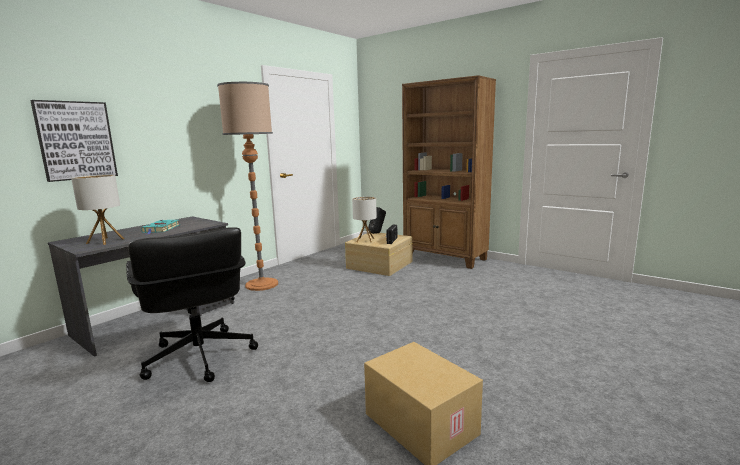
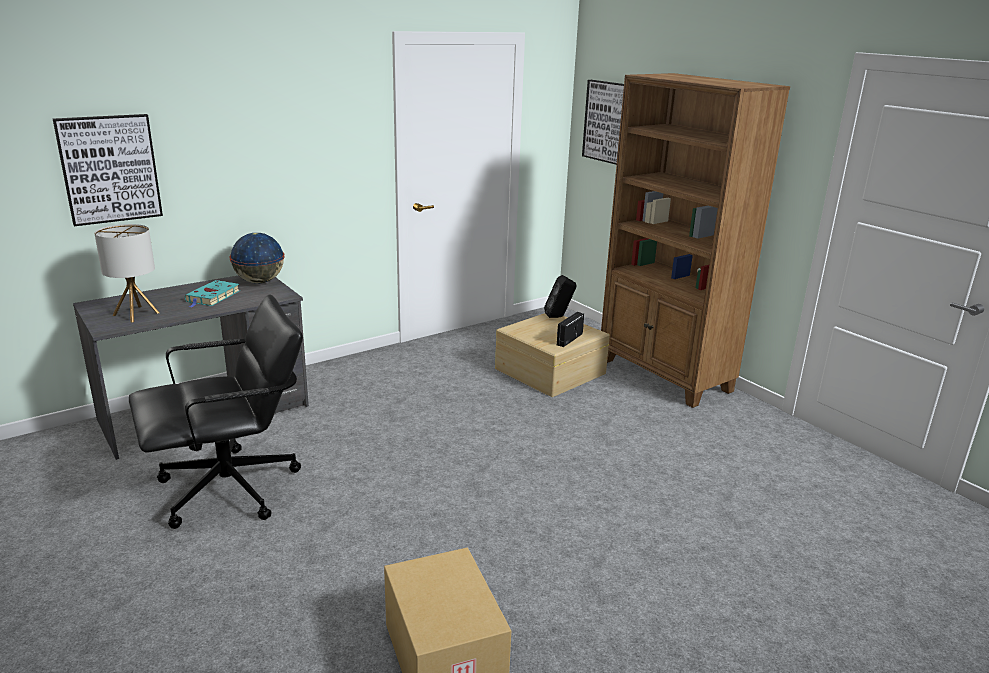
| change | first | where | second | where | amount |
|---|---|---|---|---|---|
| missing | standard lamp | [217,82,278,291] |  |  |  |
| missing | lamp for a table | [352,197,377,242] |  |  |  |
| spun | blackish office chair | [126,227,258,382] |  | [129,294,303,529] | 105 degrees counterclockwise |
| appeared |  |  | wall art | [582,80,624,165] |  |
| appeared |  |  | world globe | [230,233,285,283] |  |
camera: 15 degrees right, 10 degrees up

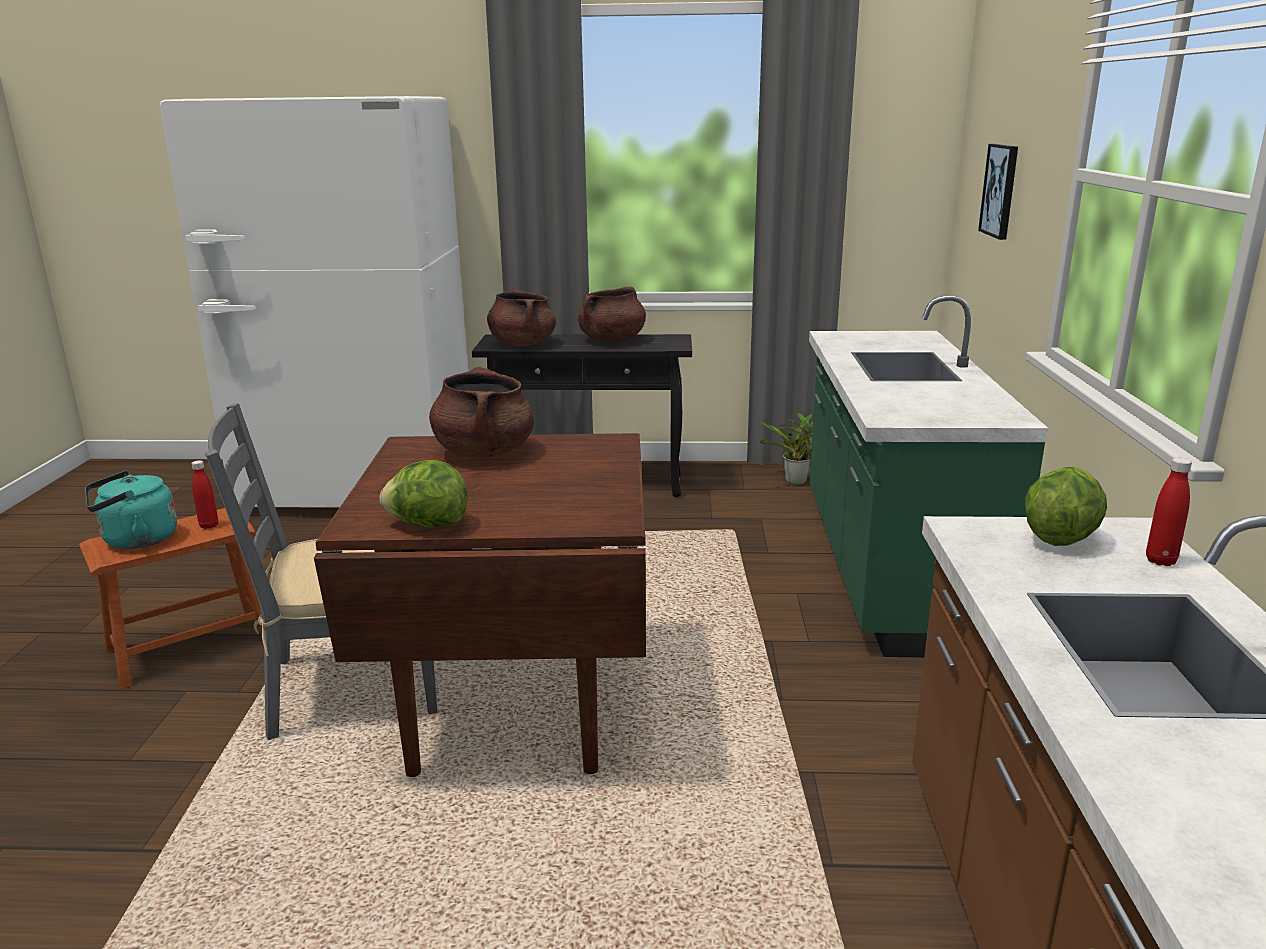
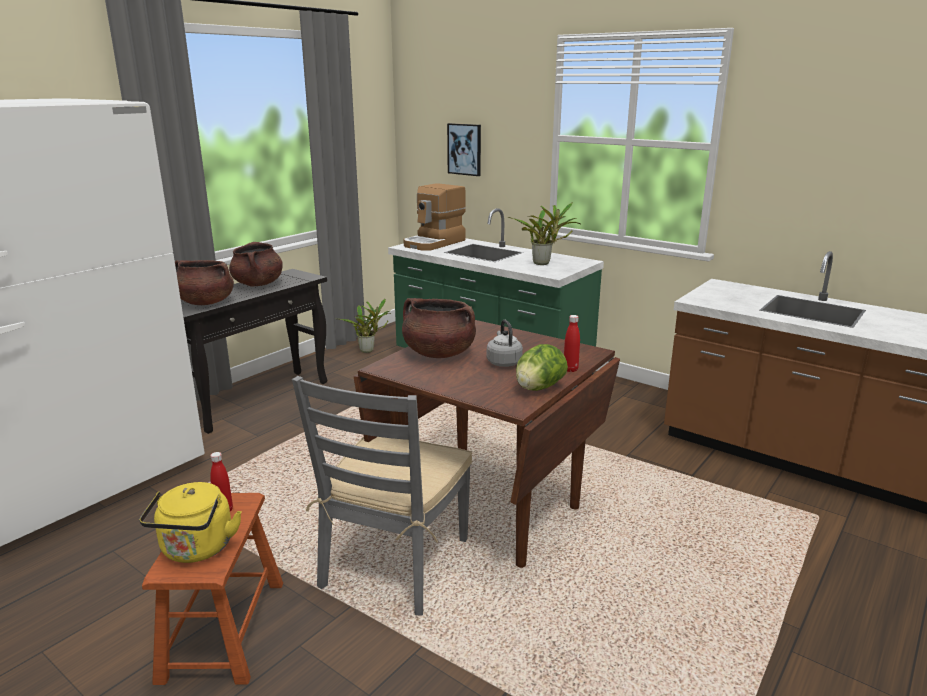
| change | first | where | second | where | amount |
|---|---|---|---|---|---|
| relocated | reddish drink bottle | [1146,458,1192,566] |  | [564,315,580,372] |  |
| missing | lettuce head | [1025,467,1107,546] |  |  |  |
| colour | turquoise water kettle | [85,471,177,549] | yellowish water kettle | [139,482,242,563] |  |
| appeared |  |  | coffee maker | [403,183,466,251] |  |
| appeared |  |  | plant in a pot | [508,202,581,265] |  |
| appeared |  |  | grey water kettle | [487,320,523,367] |  |
camera: 55 degrees left, 0 degrees up

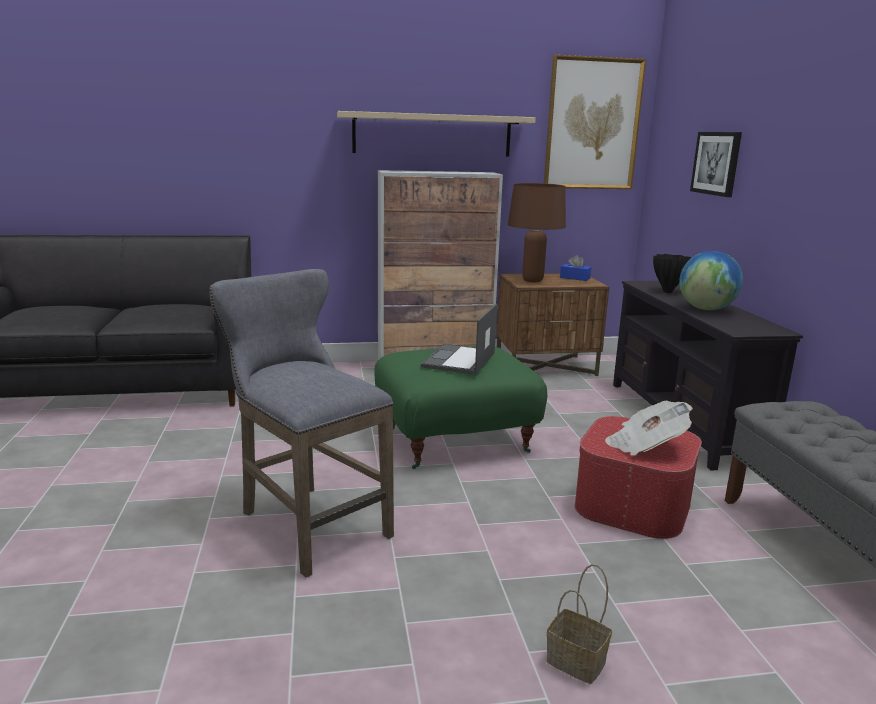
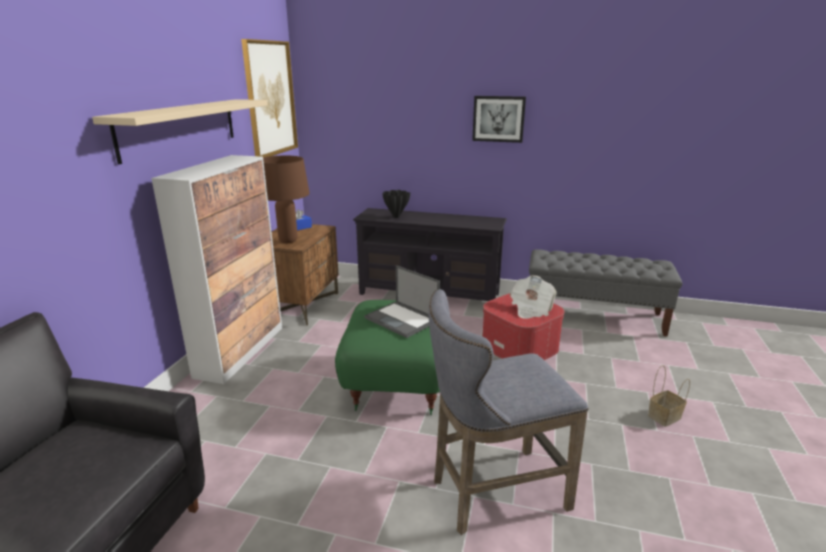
| change | first | where | second | where | amount |
|---|---|---|---|---|---|
| relocated | wall art | [690,132,742,197] |  | [472,96,526,143] |  |
| missing | world globe | [679,251,743,310] |  |  |  |
camera: 65 degrees left, 5 degrees up

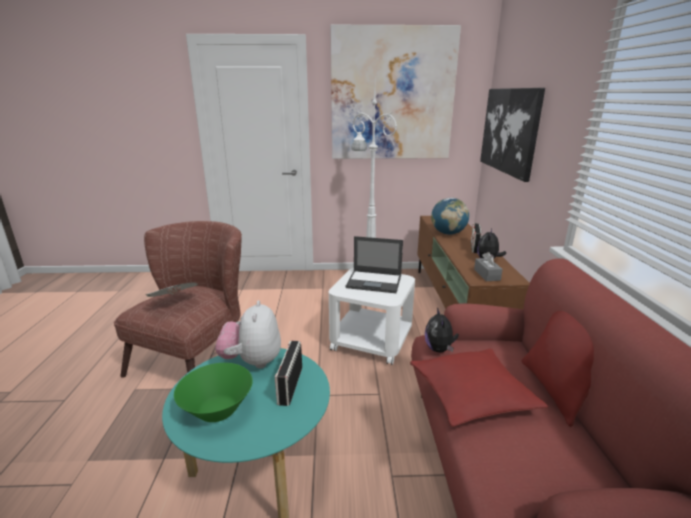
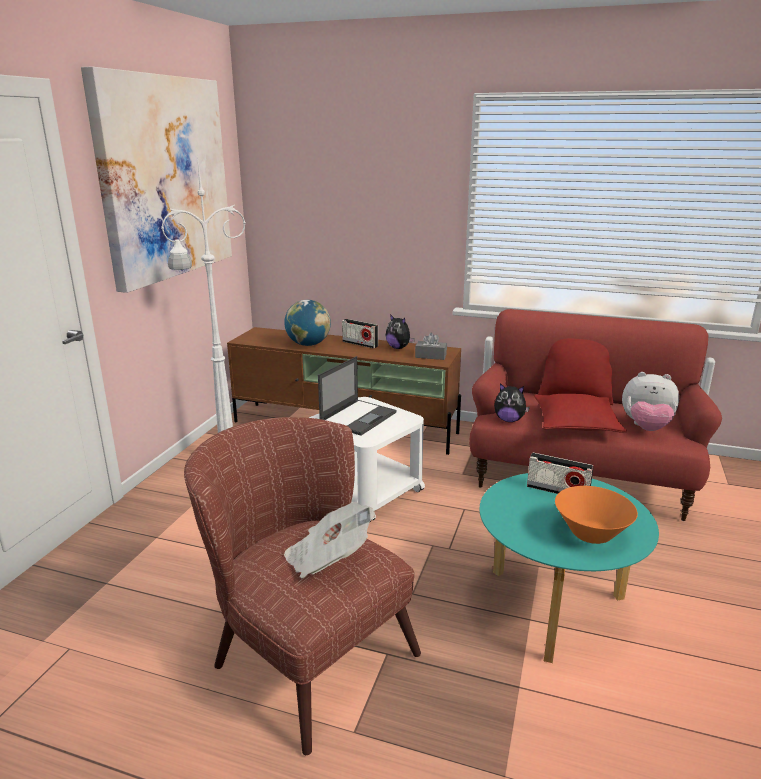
| change | first | where | second | where | amount |
|---|---|---|---|---|---|
| missing | wall art | [480,88,545,182] |  |  |  |
| relocated | cuddly toy | [215,300,281,369] |  | [622,372,679,431] |  |
| colour | greenish deep dish | [174,363,253,422] | orange-coloured deep dish | [555,486,638,544] |  |
camera: 70 degrees left, 0 degrees up

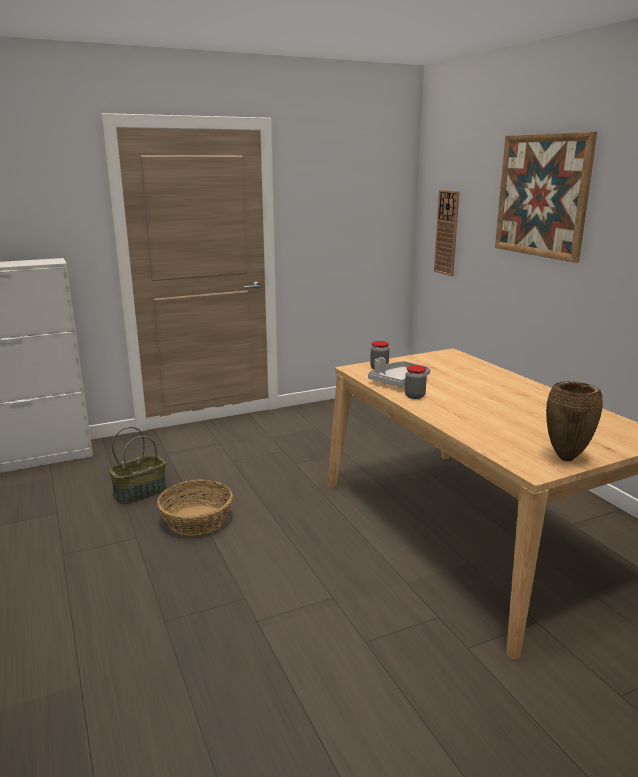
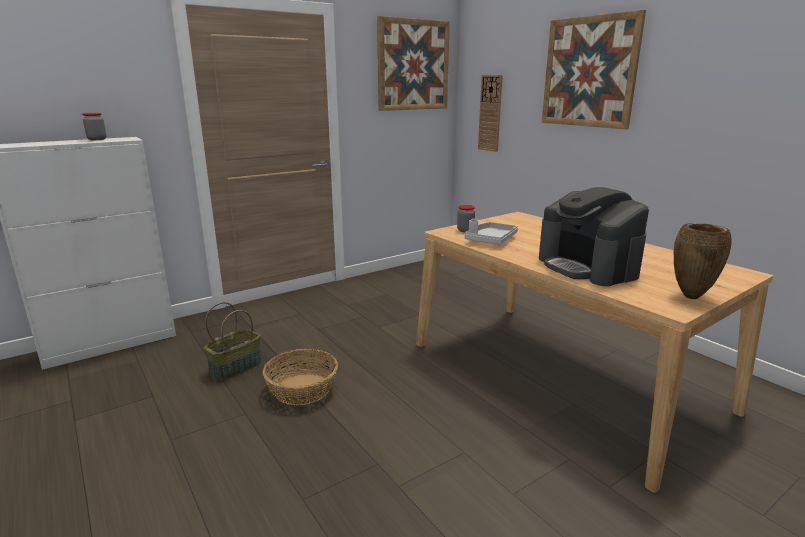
| change | first | where | second | where | amount |
|---|---|---|---|---|---|
| relocated | storage jar | [405,365,427,399] |  | [82,113,106,140] |  |
| appeared |  |  | wall art | [377,16,450,111] |  |
| appeared |  |  | coffee maker | [539,187,649,286] |  |
camera: 10 degrees left, 0 degrees up

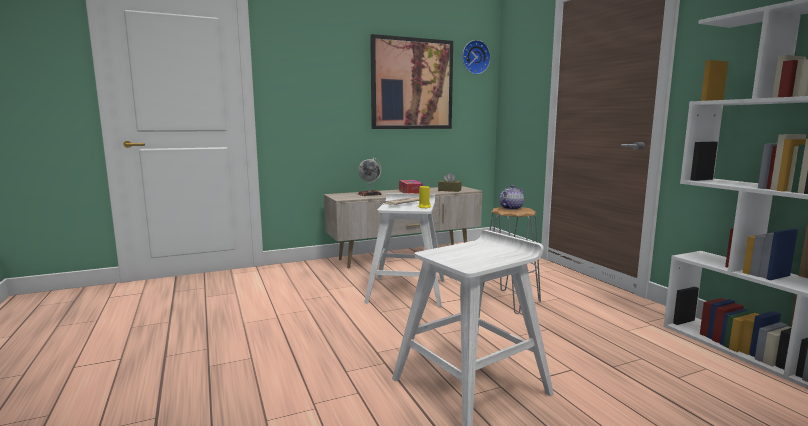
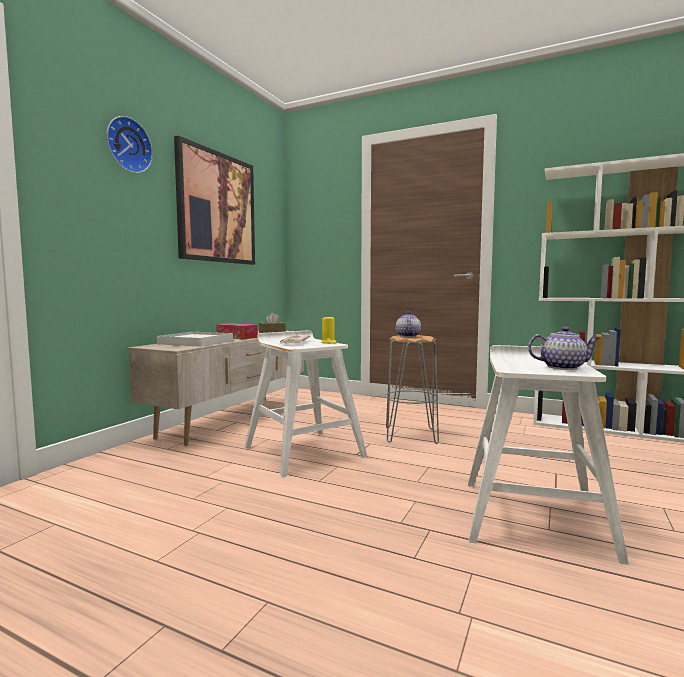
| change | first | where | second | where | amount |
|---|---|---|---|---|---|
| relocated | clock on the wall | [462,40,491,74] |  | [107,116,153,173] |  |
| exchanged | world globe | [358,158,382,196] | whitish serving tray | [157,332,233,347] |  |
| appeared |  |  | pot for tea | [528,327,600,370] |  |
camera: 40 degrees left, 5 degrees down

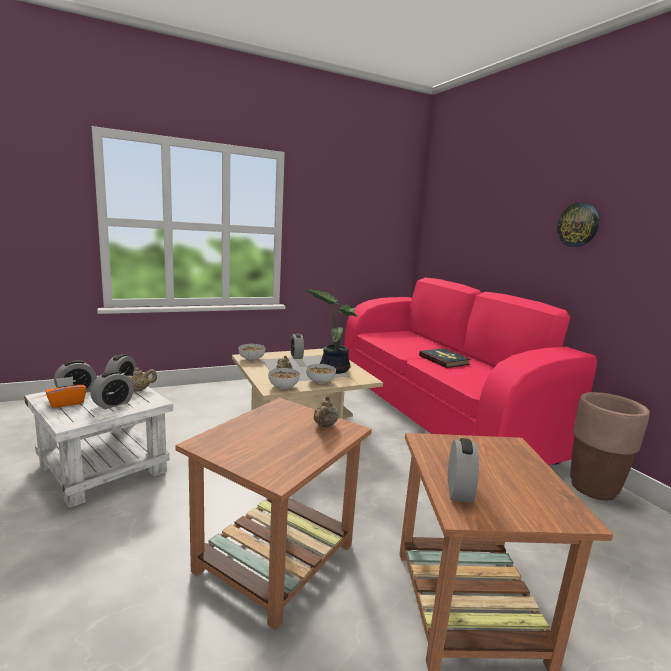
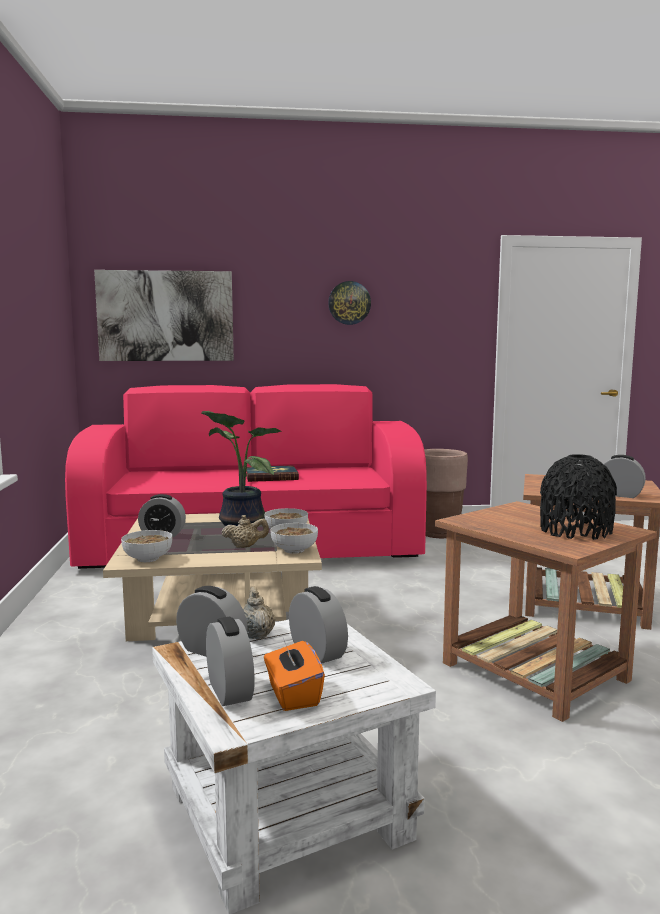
| change | first | where | second | where | amount |
|---|---|---|---|---|---|
| missing | sand-coloured pot for tea | [313,396,338,427] |  |  |  |
| appeared |  |  | wall art | [94,270,234,361] |  |
| appeared |  |  | blackish decorative vase | [540,454,617,540] |  |
camera: 70 degrees left, 5 degrees down

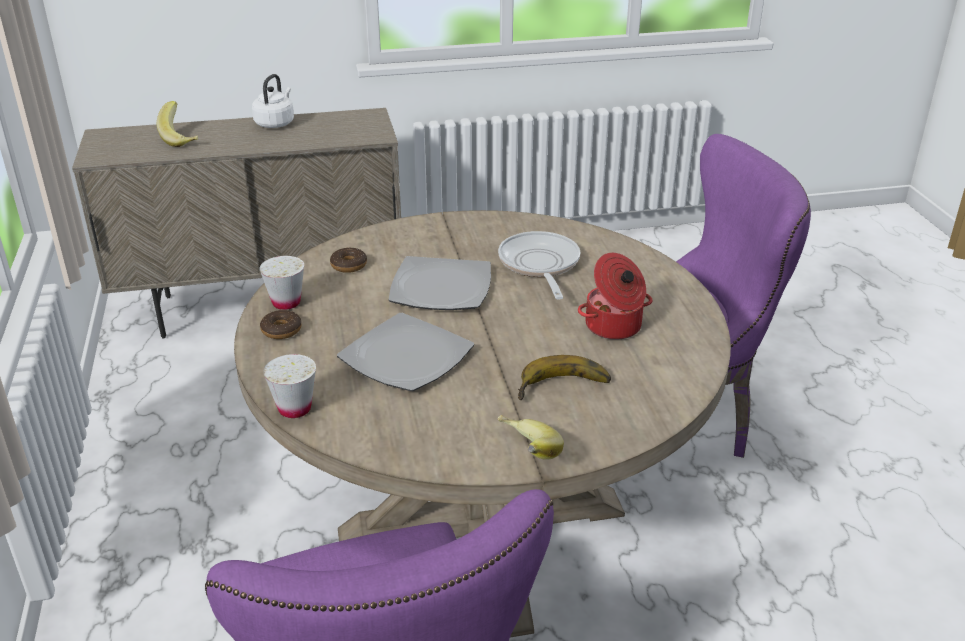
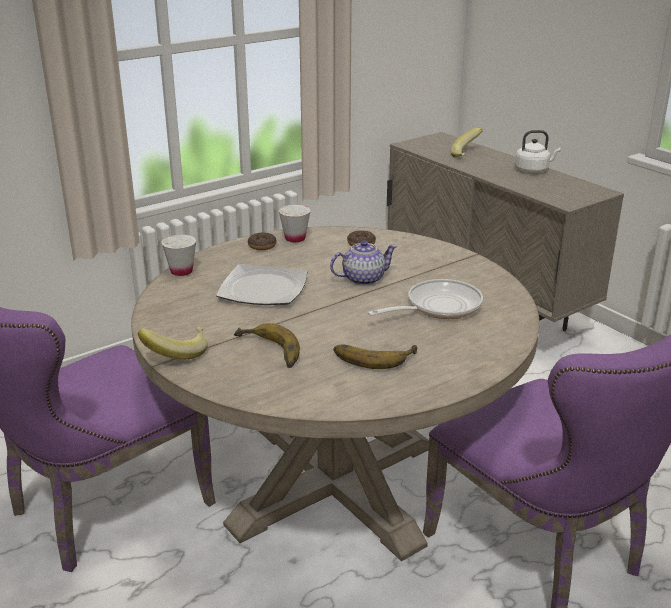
| change | first | where | second | where | amount |
|---|---|---|---|---|---|
| exchanged | cooking pot | [578,253,653,340] | whole banana | [333,345,417,369] |  |
| exchanged | plate | [389,256,491,310] | pot for tea | [330,240,397,285] |  |
camera: 65 degrees right, 5 degrees down

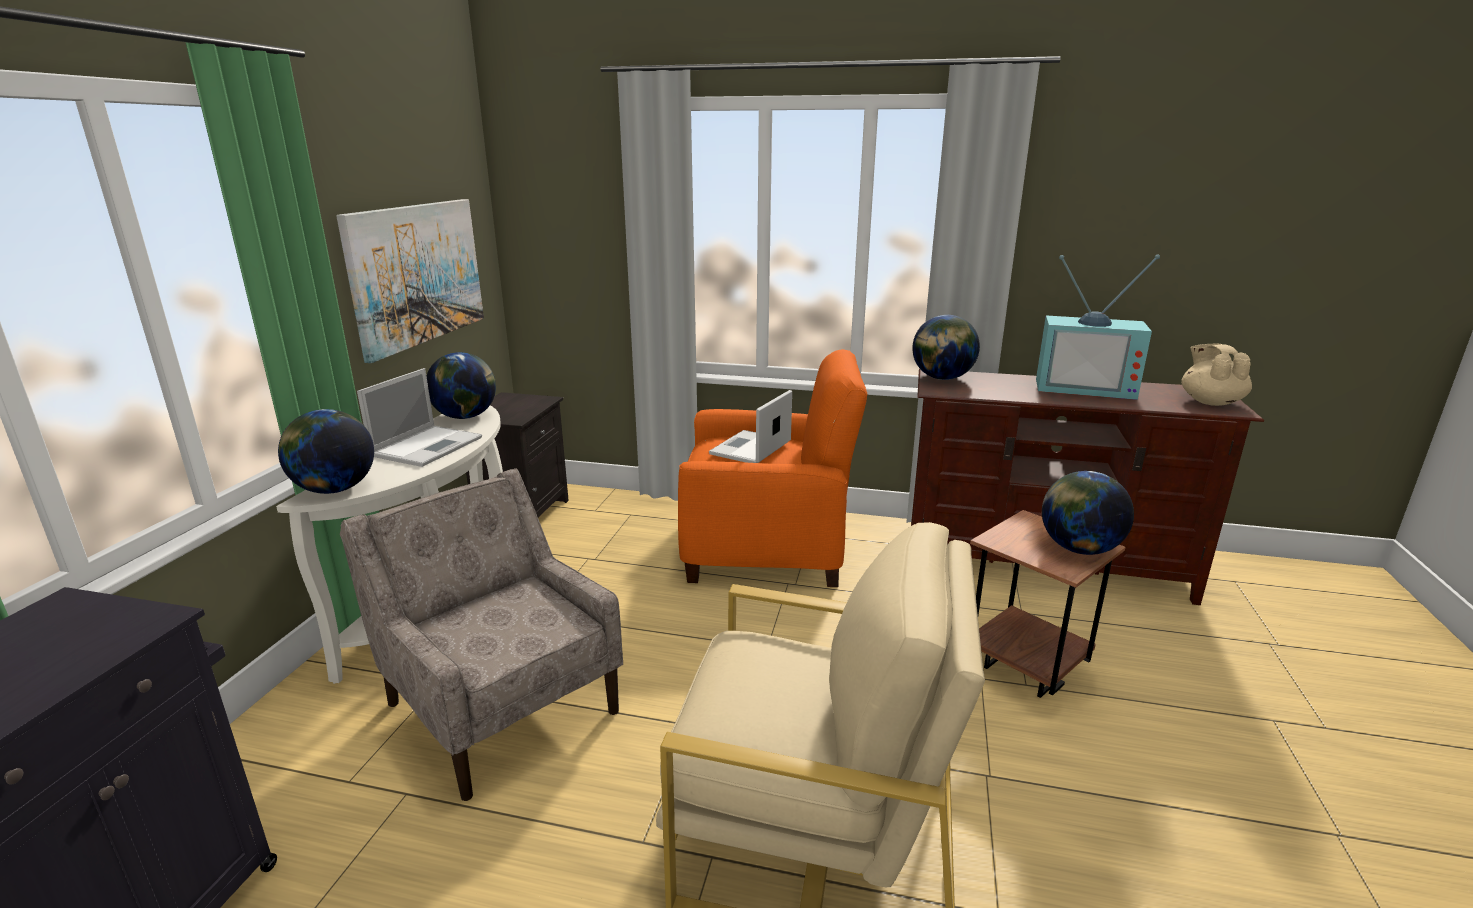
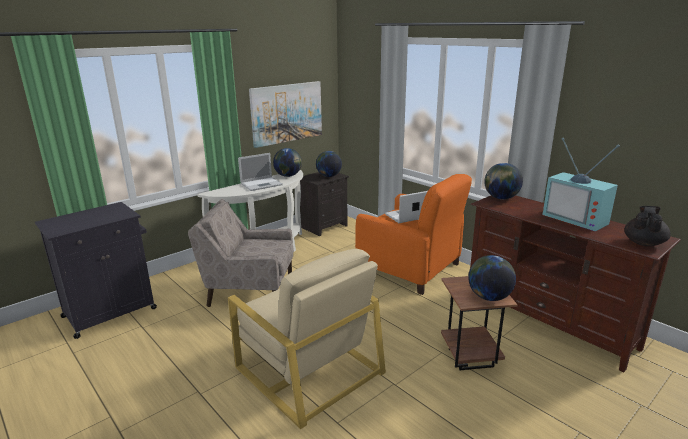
| change | first | where | second | where | amount |
|---|---|---|---|---|---|
| colour | sand-coloured pot for tea | [1181,344,1252,406] | blackish pot for tea | [624,206,671,246] |  |
| relocated | world globe | [278,409,374,494] |  | [316,151,342,177] |  |
| spun | sand-coloured armchair | [340,468,623,801] |  | [188,199,294,307] | 75 degrees counterclockwise |
camera: 35 degrees right, 0 degrees up

